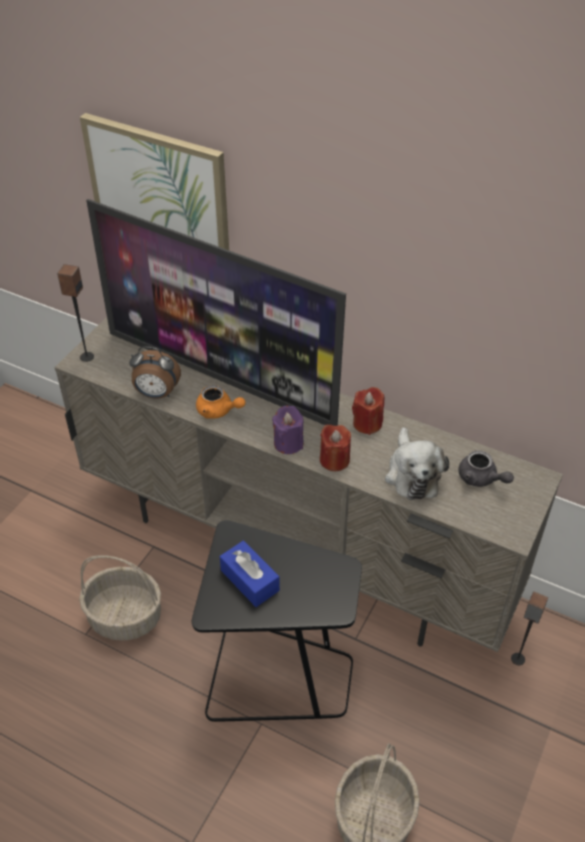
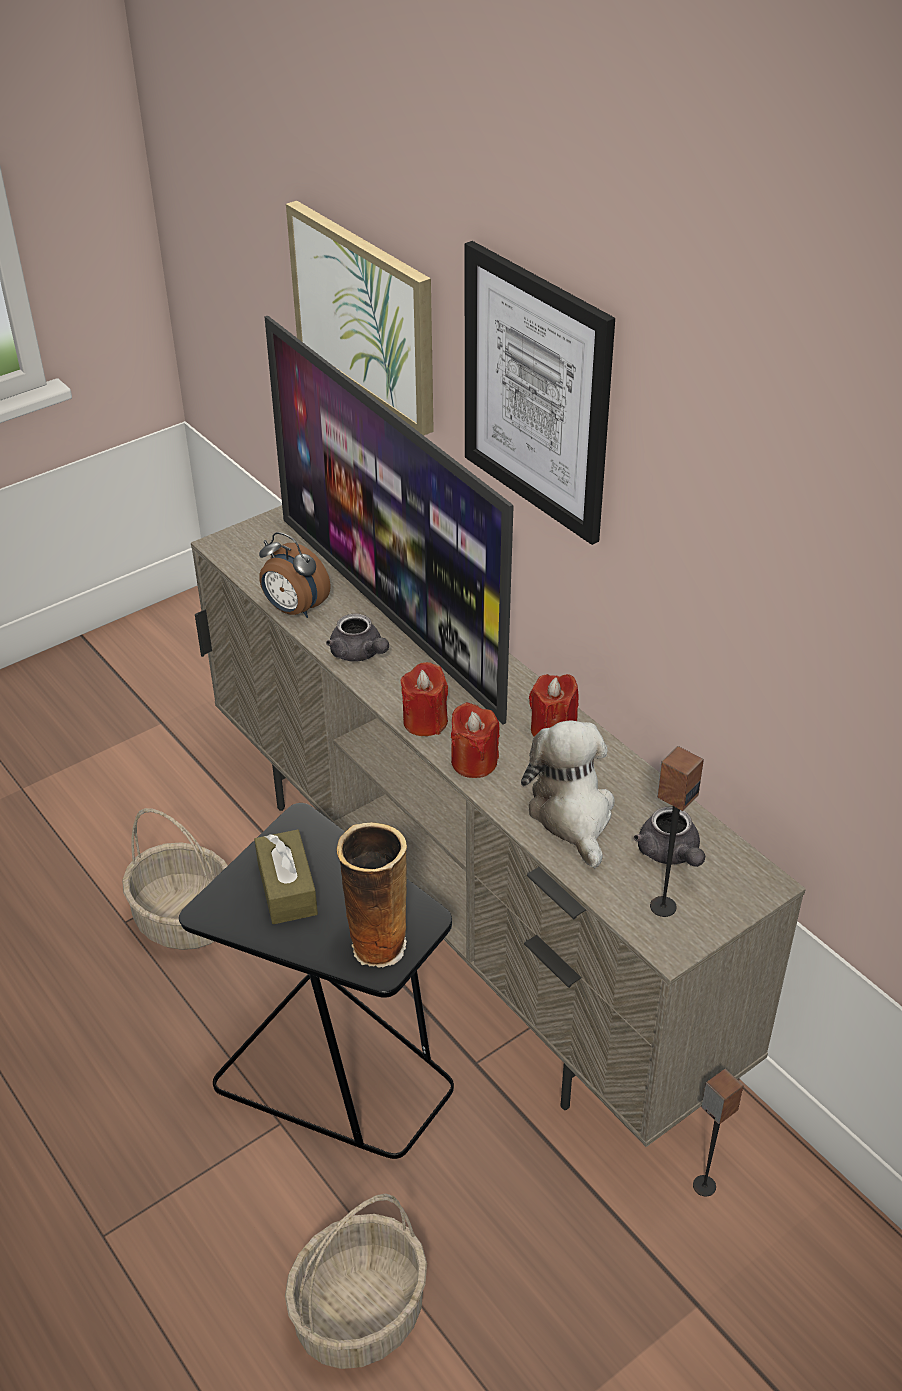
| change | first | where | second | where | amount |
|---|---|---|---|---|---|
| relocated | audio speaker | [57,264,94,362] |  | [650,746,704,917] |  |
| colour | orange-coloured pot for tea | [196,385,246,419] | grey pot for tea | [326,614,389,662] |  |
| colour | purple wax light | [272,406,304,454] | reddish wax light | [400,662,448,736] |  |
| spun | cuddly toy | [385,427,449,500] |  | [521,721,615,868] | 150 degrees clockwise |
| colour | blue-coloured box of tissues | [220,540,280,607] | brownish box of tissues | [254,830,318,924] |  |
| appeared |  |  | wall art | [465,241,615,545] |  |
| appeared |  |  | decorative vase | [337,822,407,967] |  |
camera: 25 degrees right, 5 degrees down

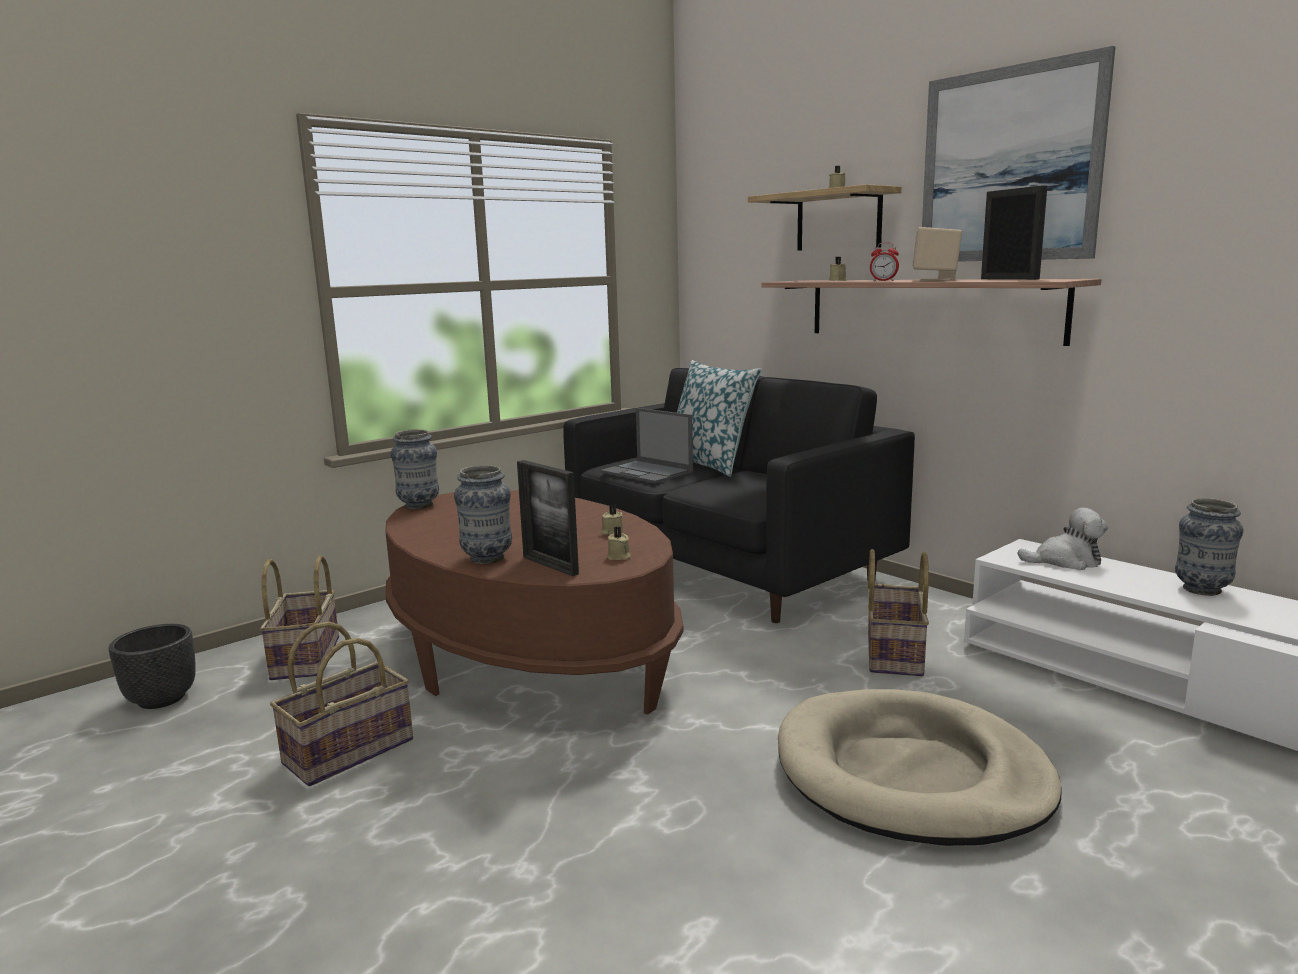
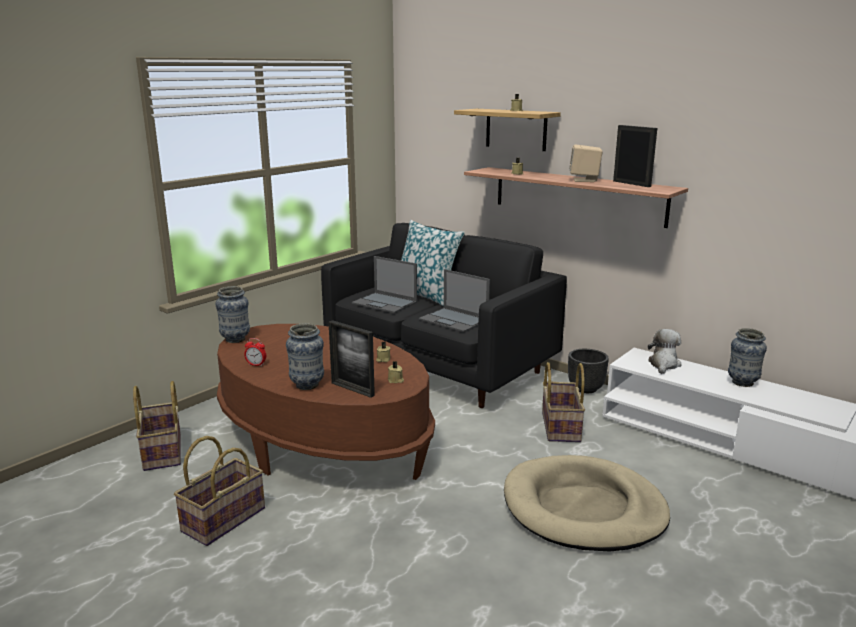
| change | first | where | second | where | amount |
|---|---|---|---|---|---|
| missing | wall art | [922,46,1115,262] |  |  |  |
| relocated | alarm clock | [870,242,899,281] |  | [244,338,266,367] |  |
| spun | cuddly toy | [1017,508,1108,570] |  | [648,329,682,374] | 60 degrees counterclockwise |
| relocated | blackish flower pot | [108,624,196,709] |  | [568,349,609,393] |  |
| appeared |  |  | notebook computer | [419,269,490,332] |  |
camera: 10 degrees left, 5 degrees up

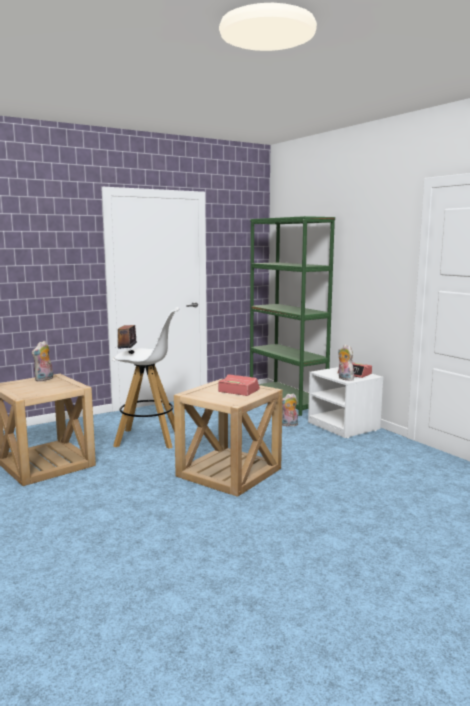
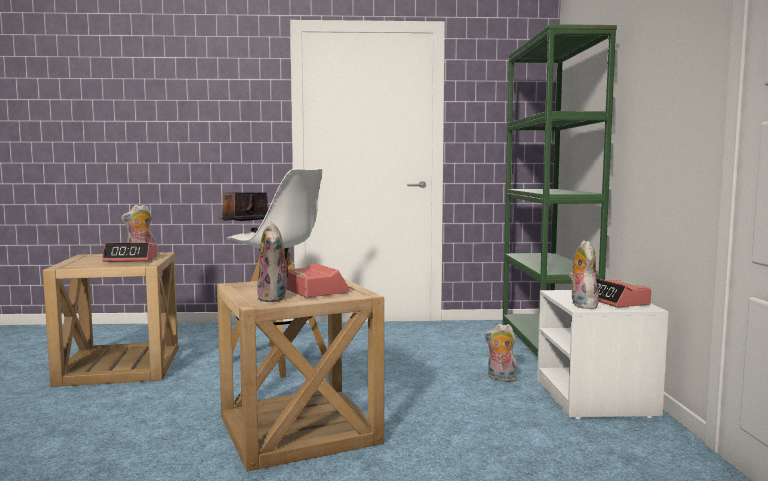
| change | first | where | second | where | amount |
|---|---|---|---|---|---|
| appeared |  |  | cuddly toy | [257,222,292,302] |  |
| appeared |  |  | alarm clock | [102,242,157,262] |  |
camera: 30 degrees right, 5 degrees down

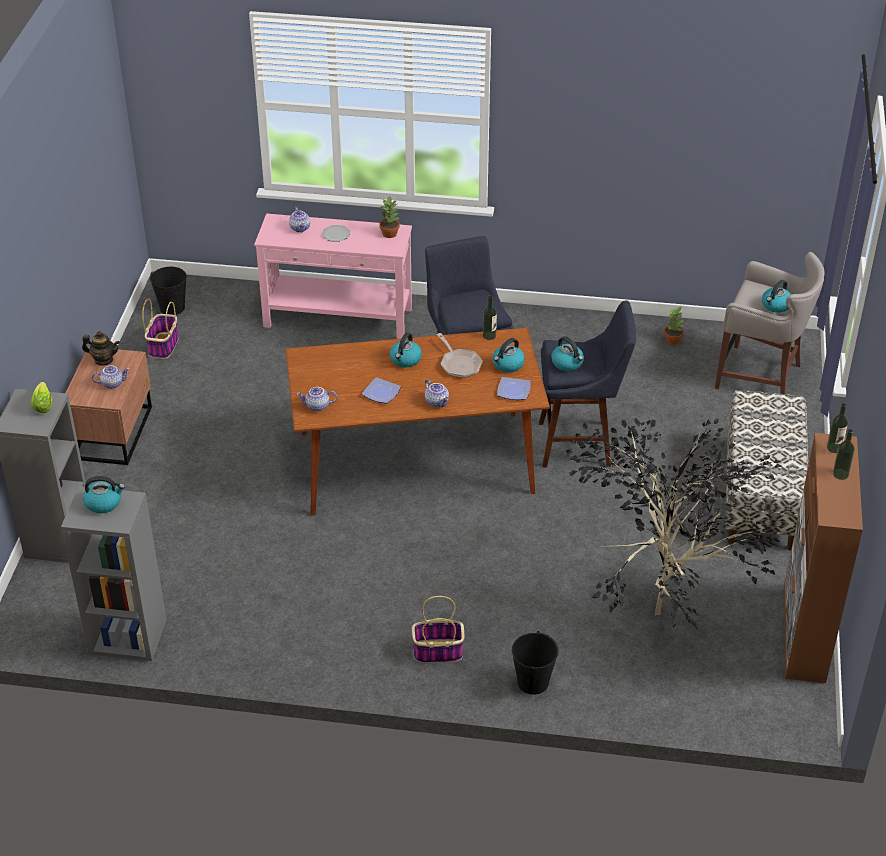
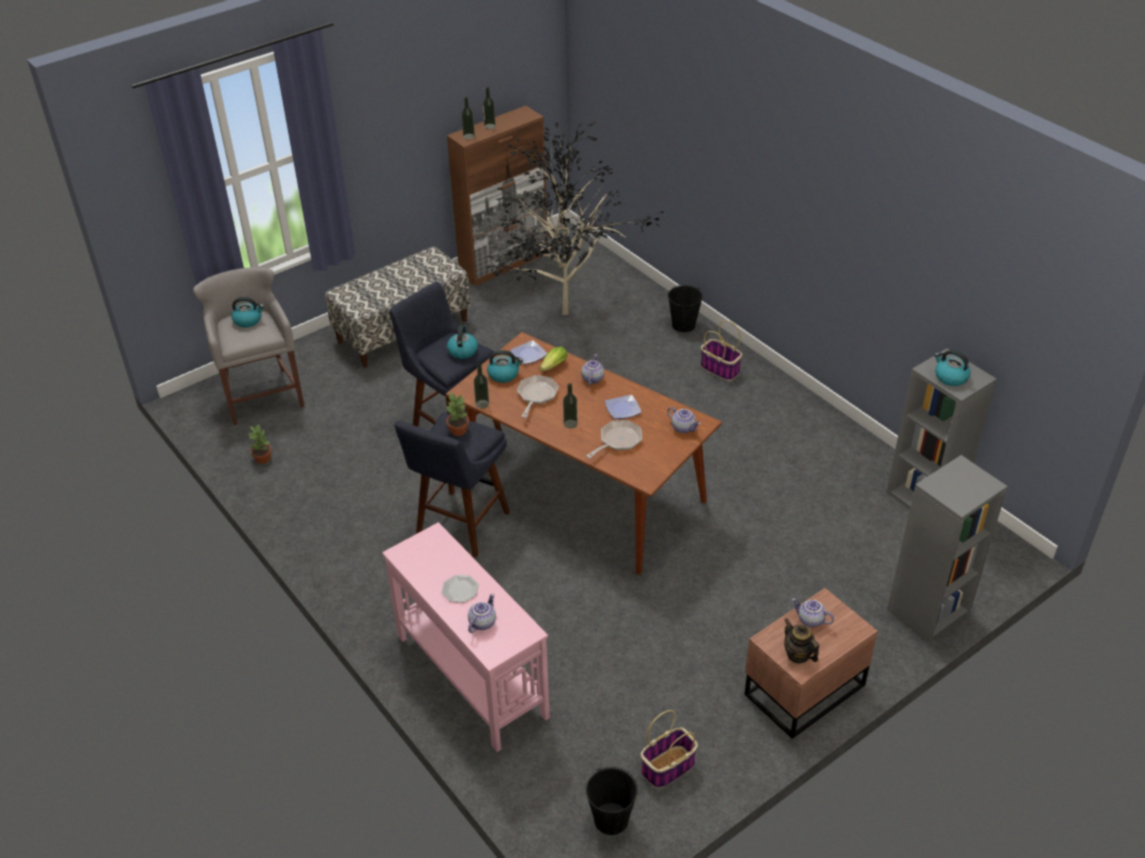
| change | first | where | second | where | amount |
|---|---|---|---|---|---|
| relocated | plant in a pot | [379,196,400,238] |  | [446,393,469,436] |  |
| exchanged | water kettle | [390,332,422,367] | drink bottle | [563,383,578,429] |  |
| relocated | lettuce head | [31,382,52,413] |  | [540,347,567,372] |  |
| appeared |  |  | frying pan | [586,420,642,458] |  |
camera: 135 degrees left, 0 degrees up

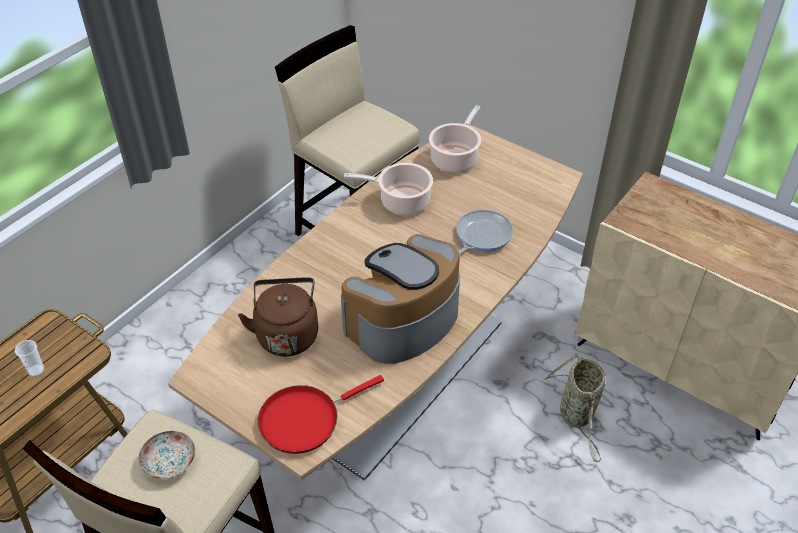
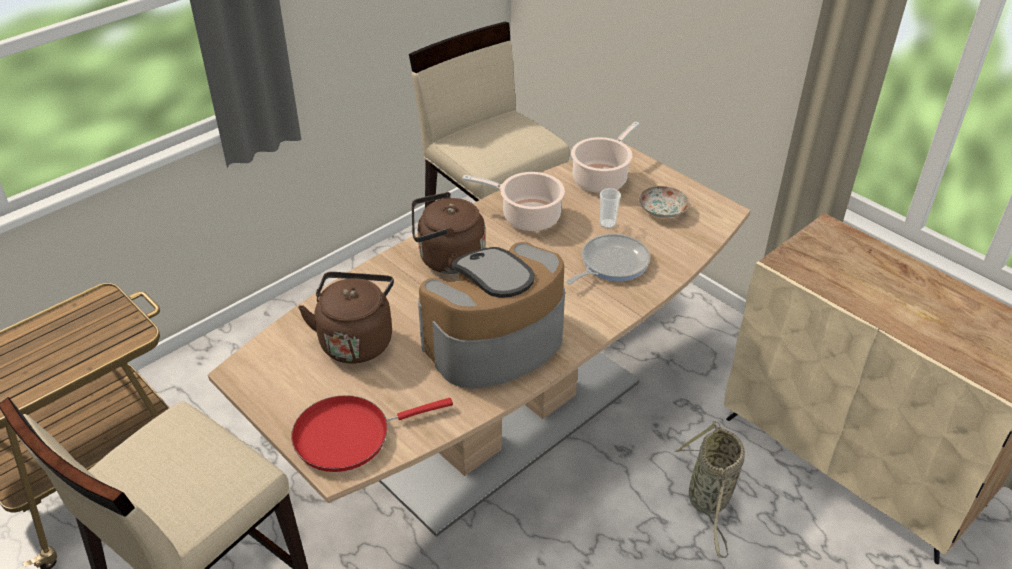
| change | first | where | second | where | amount |
|---|---|---|---|---|---|
| relocated | cup | [15,340,45,377] |  | [600,188,621,229] |  |
| relocated | plate | [138,431,196,479] |  | [639,186,689,218] |  |
| appeared |  |  | brownish water kettle | [412,192,486,274] |  |
camera: 10 degrees right, 5 degrees down

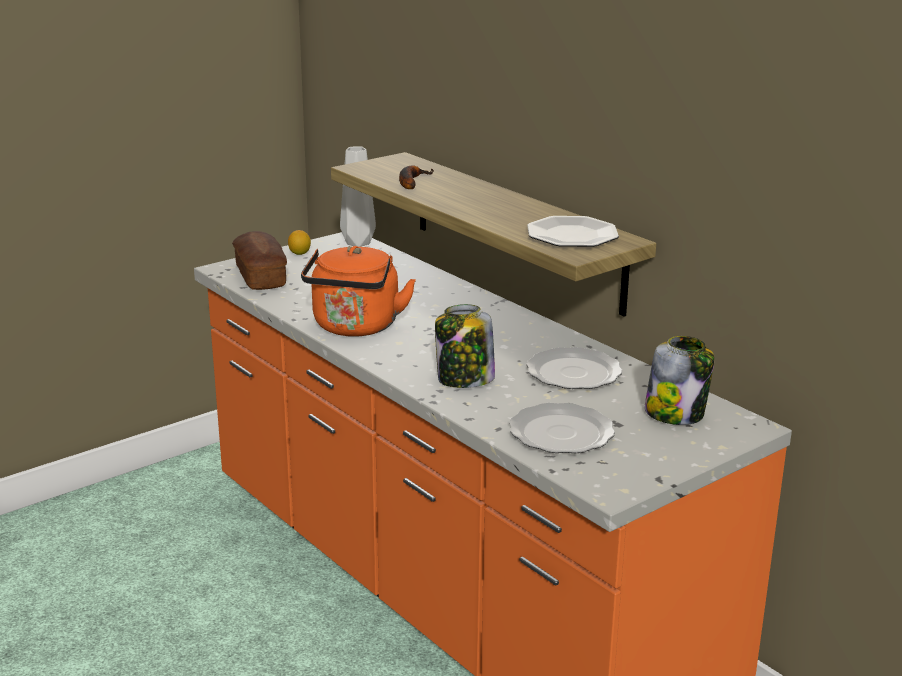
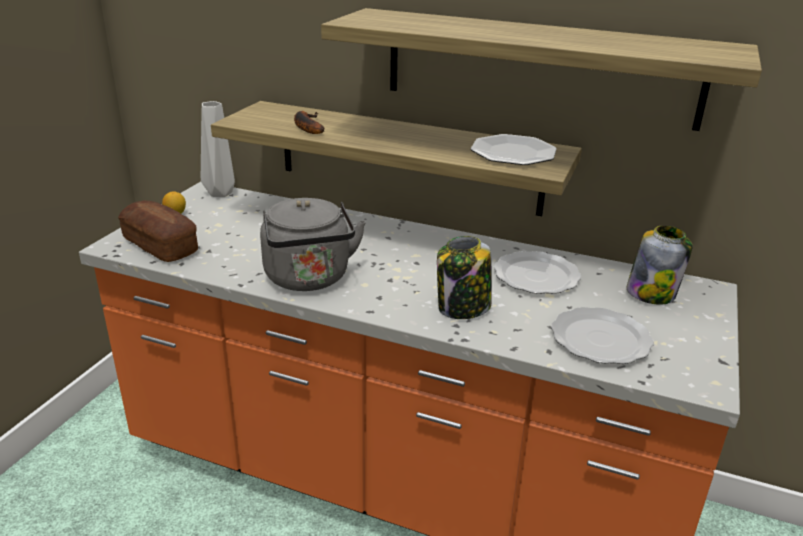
| change | first | where | second | where | amount |
|---|---|---|---|---|---|
| colour | orange-coloured water kettle | [301,246,416,336] | grey water kettle | [260,198,366,291] |  |
| appeared |  |  | shelf | [321,8,762,131] |  |
camera: 30 degrees left, 5 degrees up

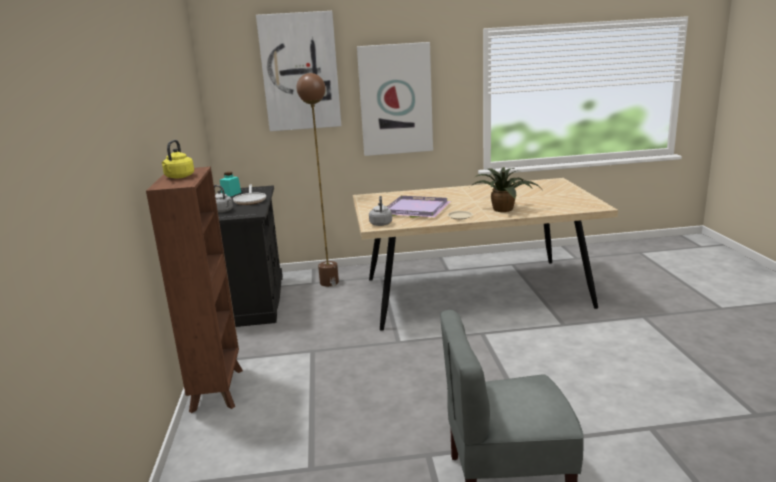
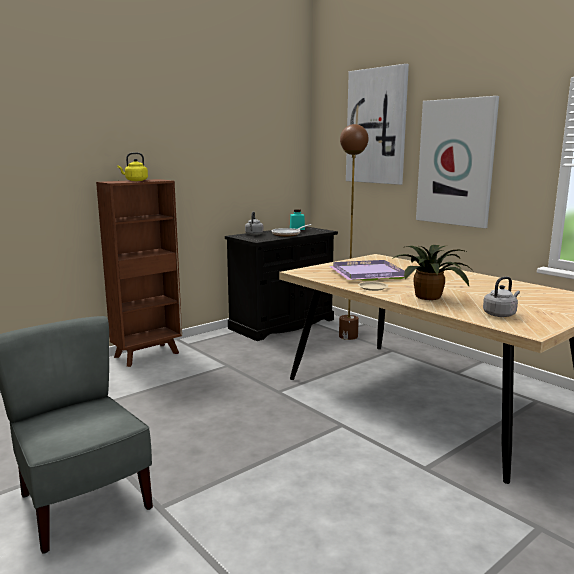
| change | first | where | second | where | amount |
|---|---|---|---|---|---|
| relocated | grey water kettle | [369,196,392,226] |  | [483,276,520,317] |  |
camera: 55 degrees right, 5 degrees down

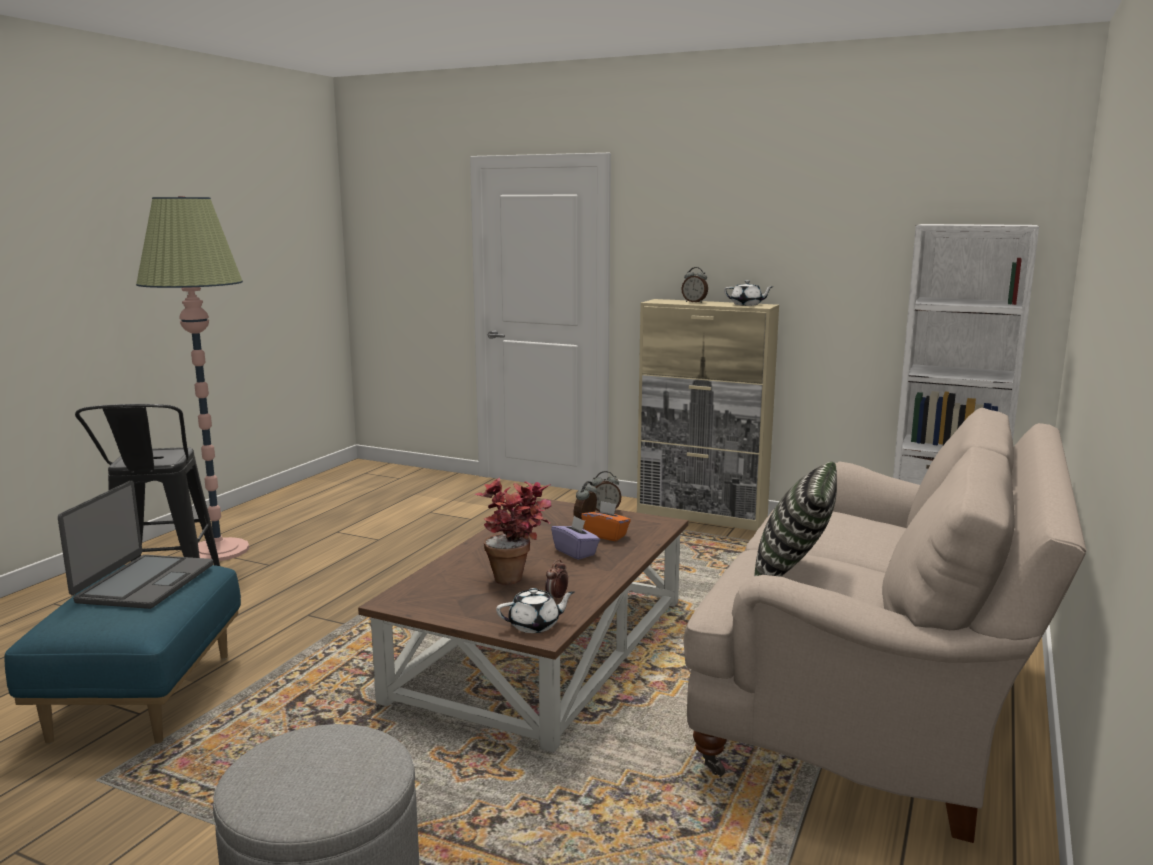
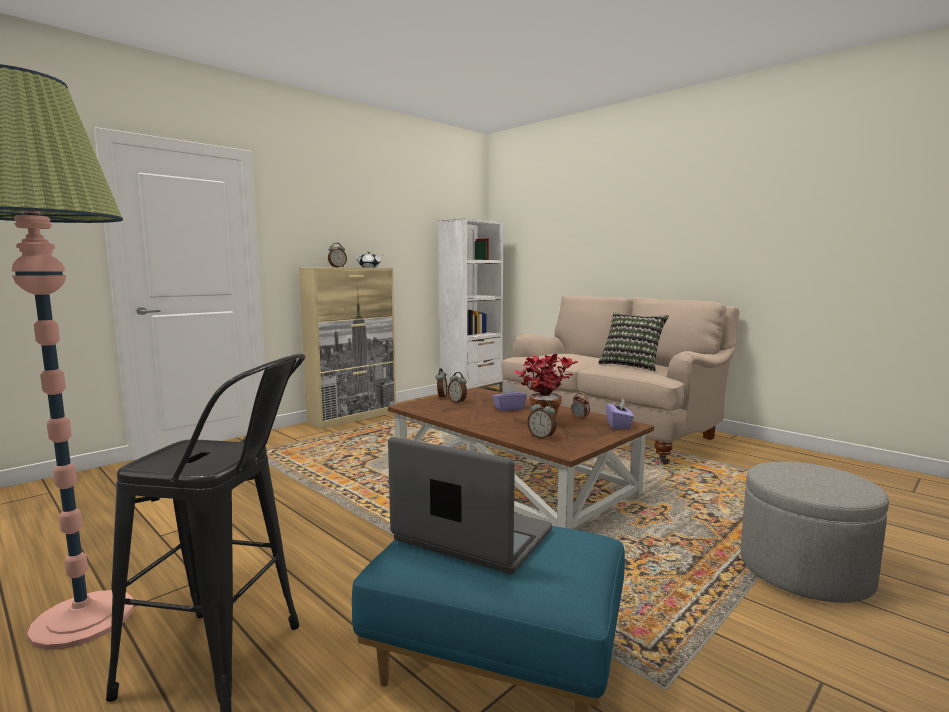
| change | first | where | second | where | amount |
|---|---|---|---|---|---|
| missing | orange-coloured box of tissues | [581,501,631,541] |  |  |  |
| exchanged | whitish pot for tea | [496,588,575,633] | purple box of tissues | [606,399,634,429] |  |
| appeared |  |  | alarm clock | [527,400,557,440] |  |
camera: 70 degrees left, 5 degrees down

